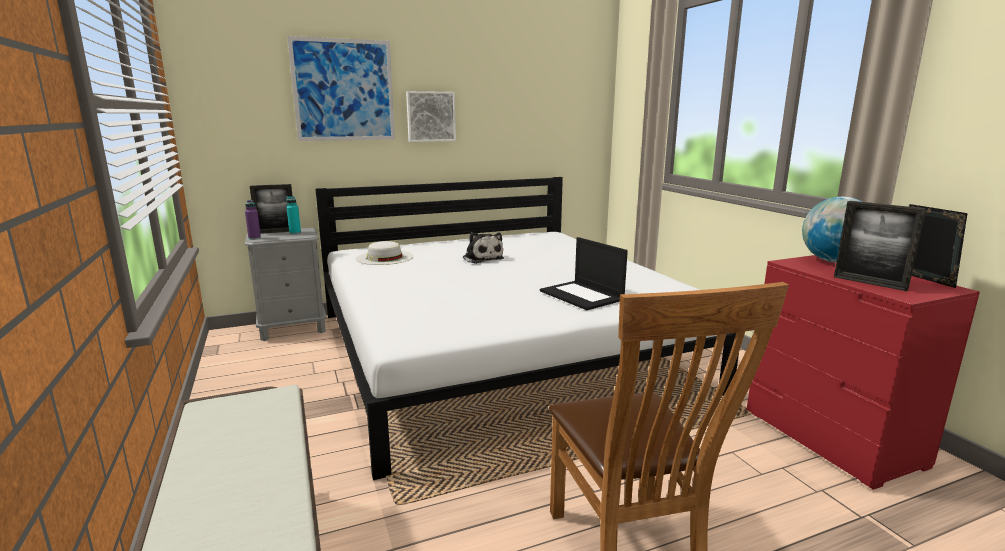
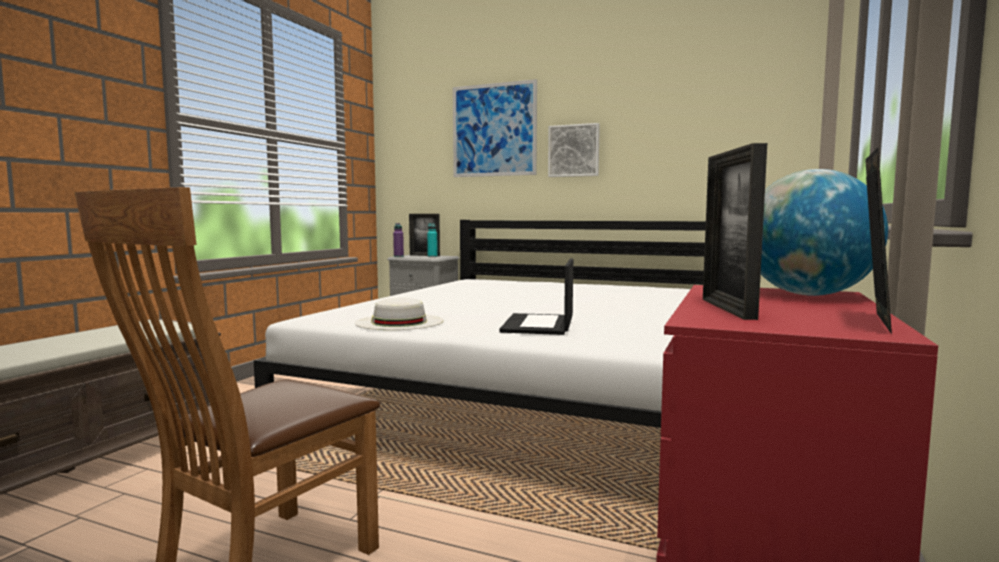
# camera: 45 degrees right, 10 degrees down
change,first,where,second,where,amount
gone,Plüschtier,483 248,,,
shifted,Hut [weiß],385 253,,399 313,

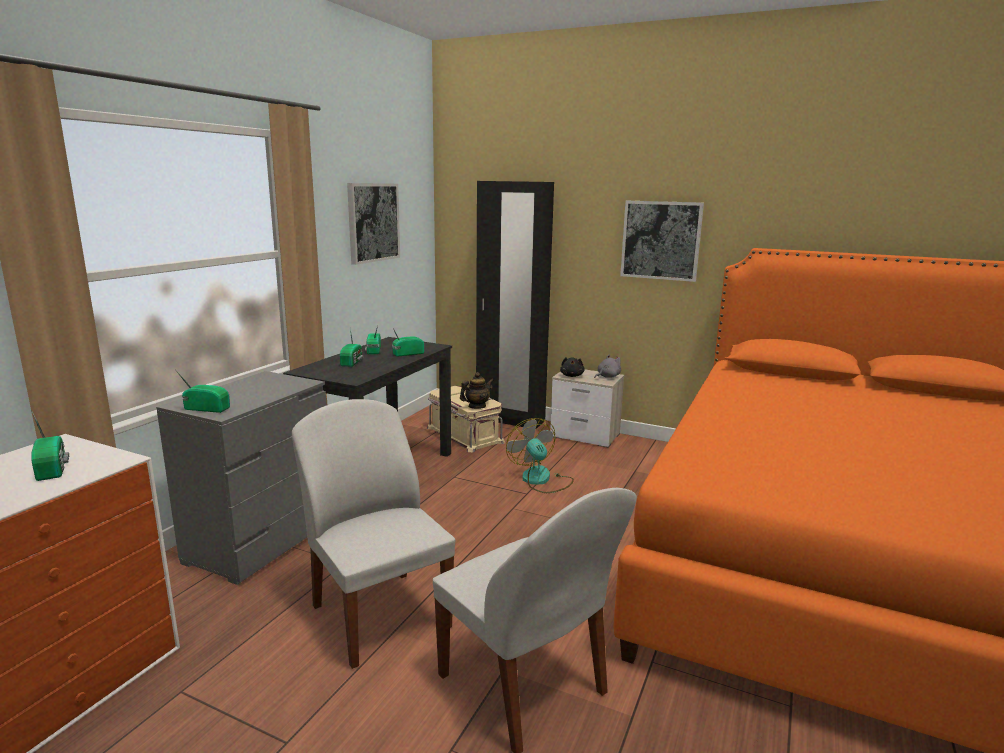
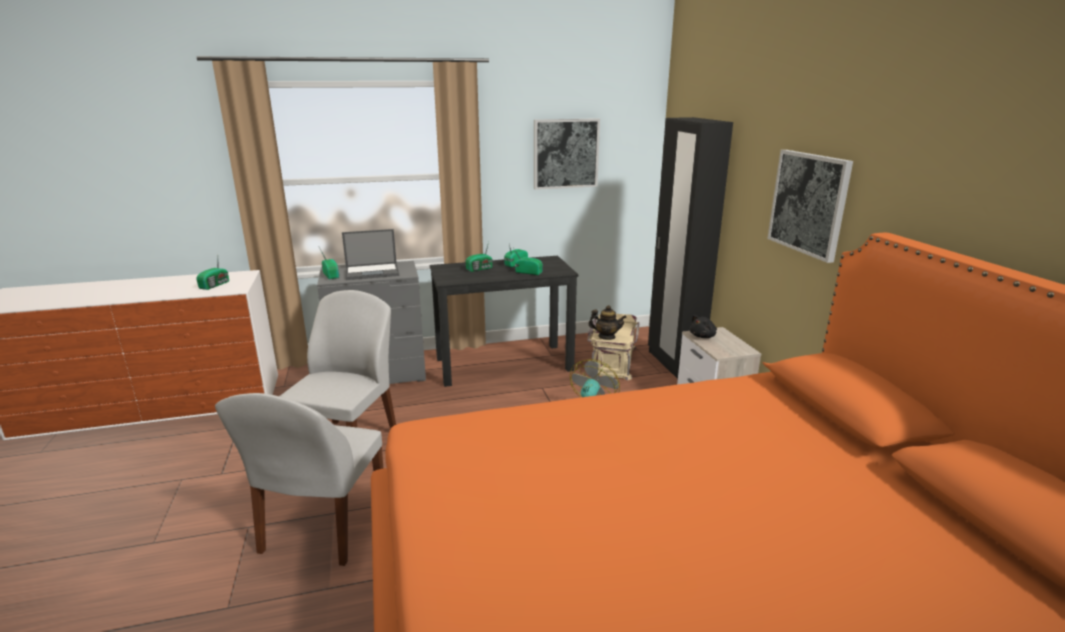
# camera: 50 degrees right, 5 degrees up
change,first,where,second,where,amount
gone,Plüschtier [grau],607 366,,,
new,,,Laptop,370 254,

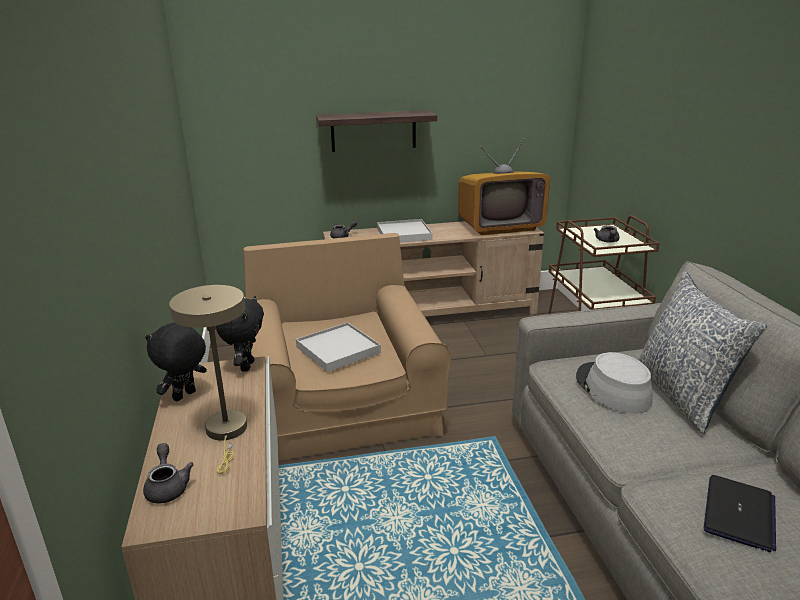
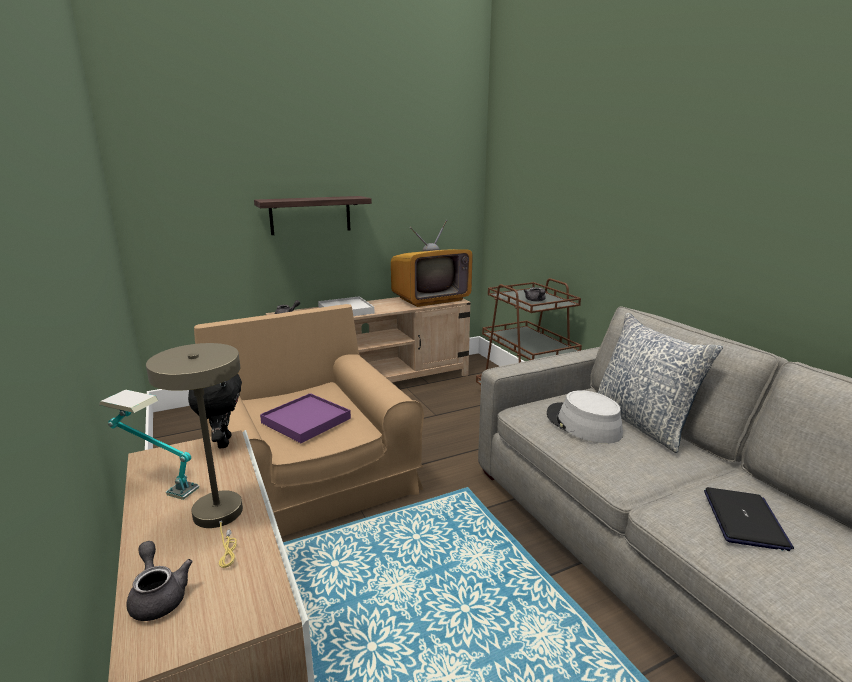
# camera: 15 degrees left, 5 degrees down
change,first,where,second,where,amount
repainted,Tablett [weiß],338 347,Tablett [lila],305 418,
swapped,Plüschtier [schwarz],176 362,Tischlampe,149 445,

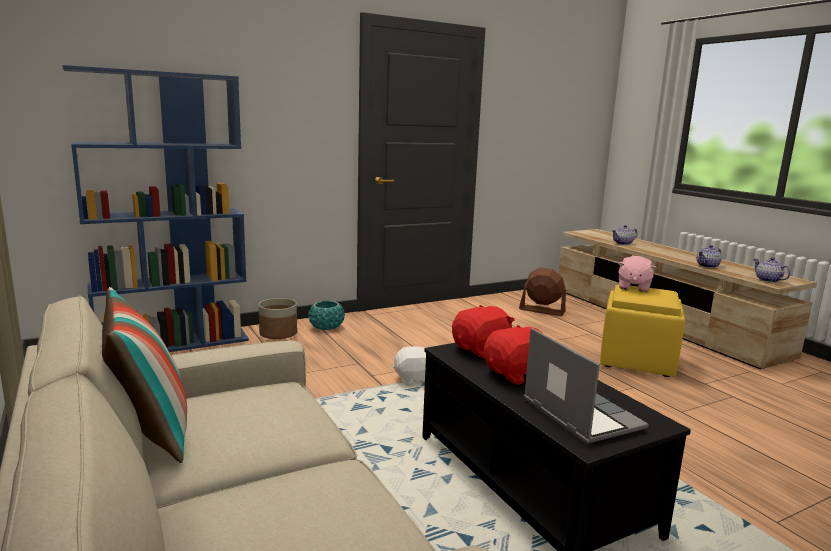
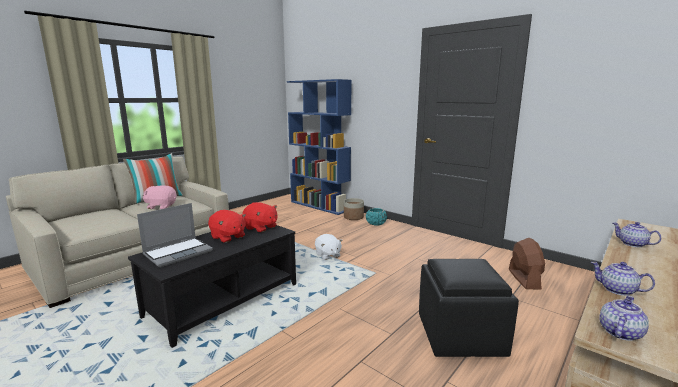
# camera: 70 degrees right, 0 degrees up
change,first,where,second,where,amount
shifted,Plüschtier [rosa],637 274,,160 197,
repainted,Polsterhocker [gelb],642 331,Polsterhocker [schwarz],469 308,

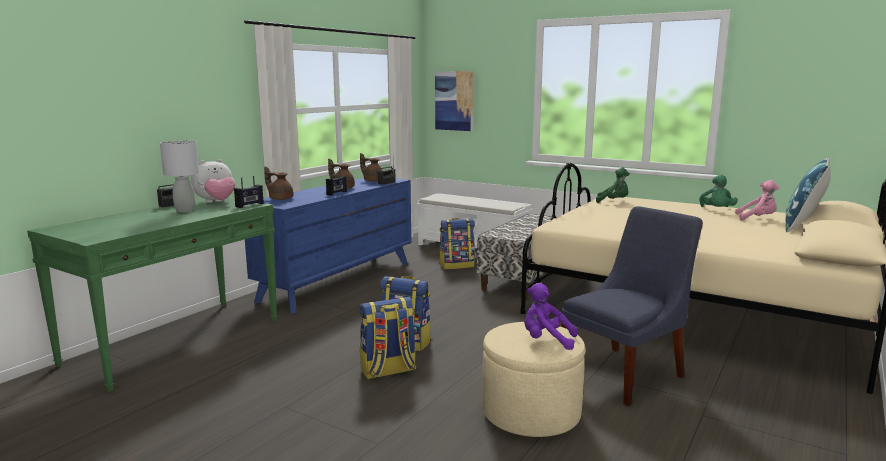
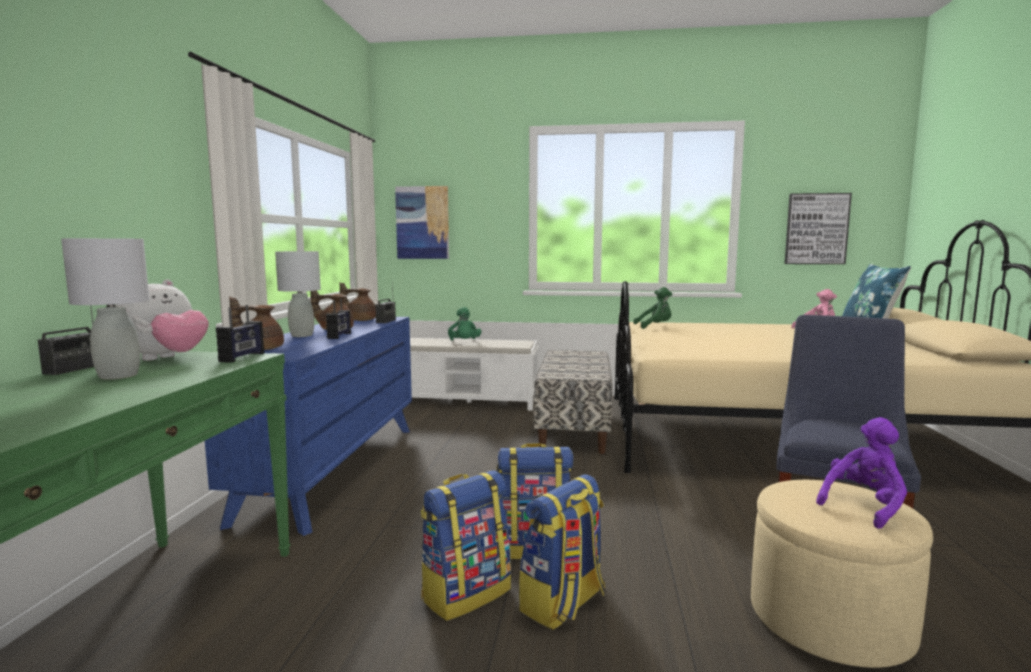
# camera: 25 degrees left, 5 degrees down
change,first,where,second,where,amount
shifted,Plüschtier [grün],718 191,,465 324,
shifted,Rucksack,457 243,,466 545,
rotated,Plüschtier [lila],551 316,,861 473,150 degrees clockwise
new,,,Bild,818 228,
new,,,Tischlampe [grau],298 294,

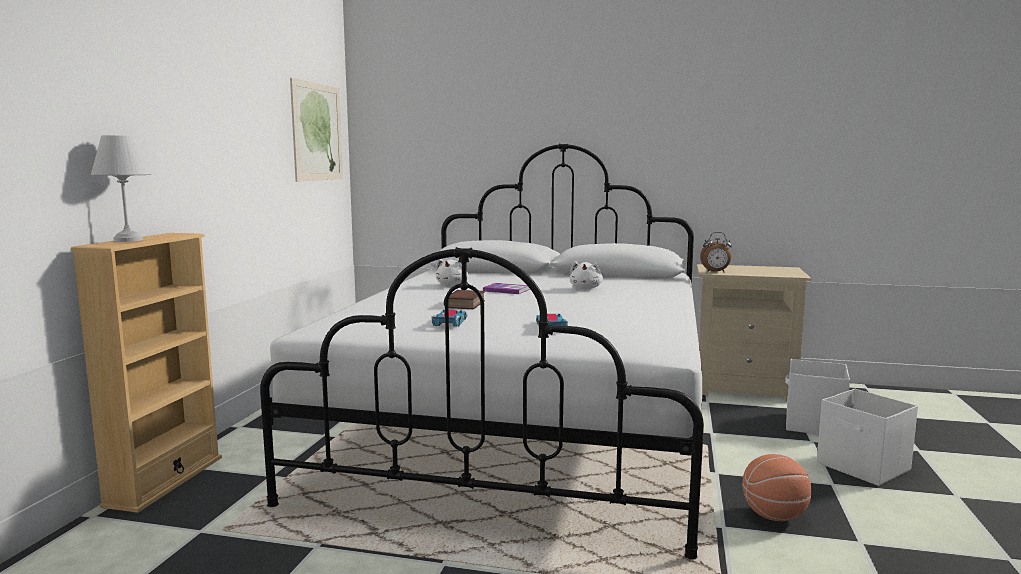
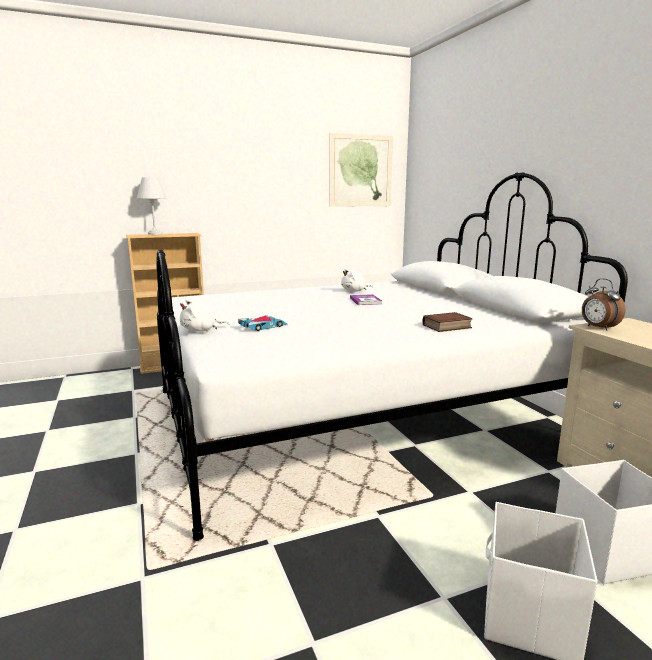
# camera: 55 degrees right, 5 degrees up
change,first,where,second,where,amount
shifted,Plüschtier [weiß],586 275,,204 315,
shifted,Buch,464 299,,448 322,
gone,Spielzeugauto,449 318,,,
gone,Basketball,777 487,,,

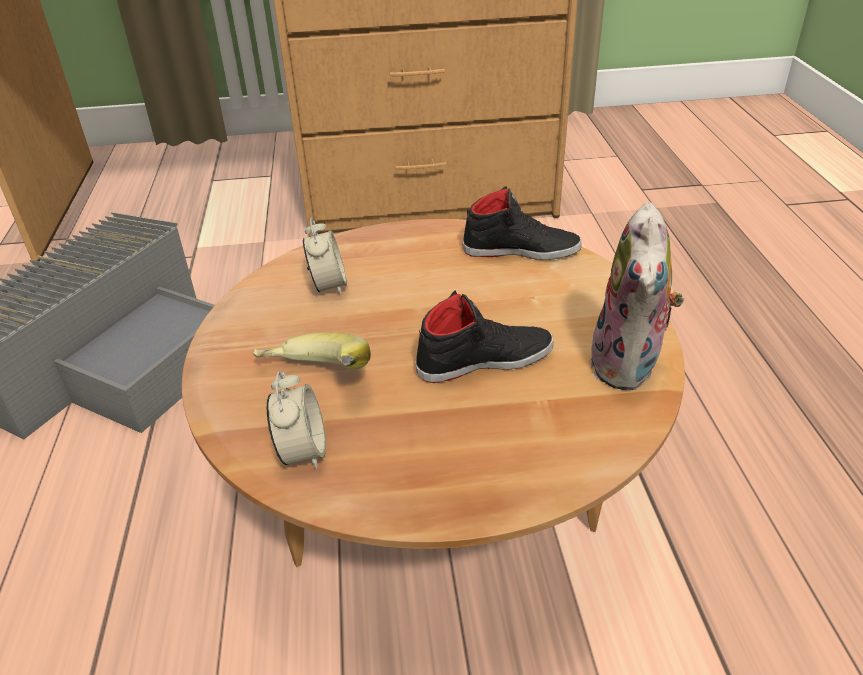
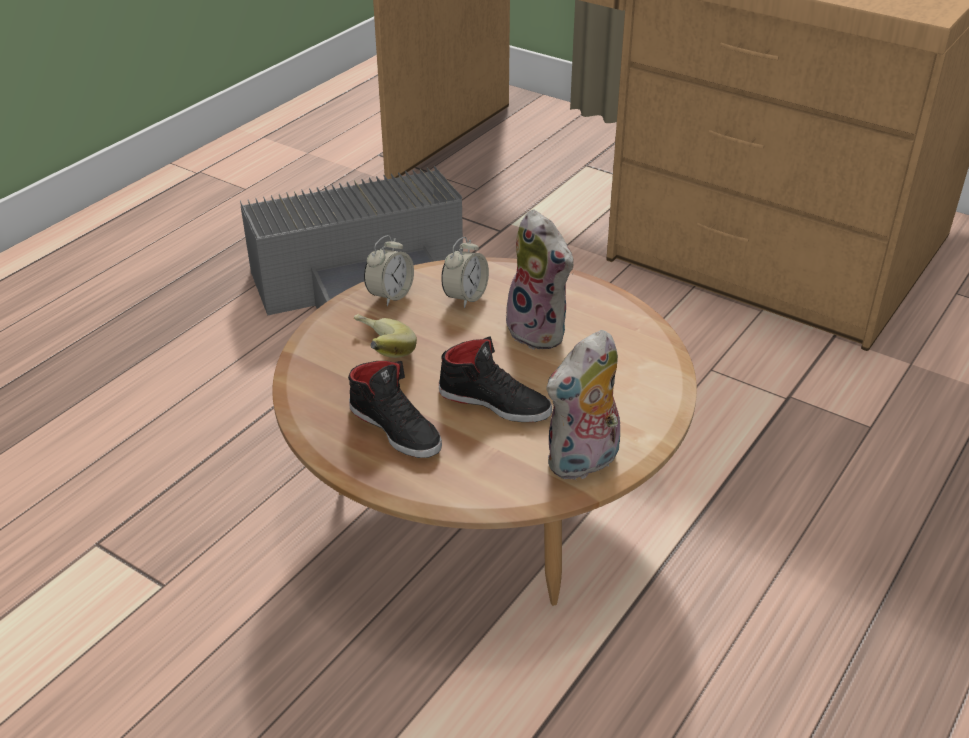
# camera: 40 degrees right, 0 degrees up
change,first,where,second,where,amount
shifted,Schuh [schwarz],522 223,,395 409,
shifted,Wecker,296 420,,389 270,
new,,,Plüschtier,539 279,

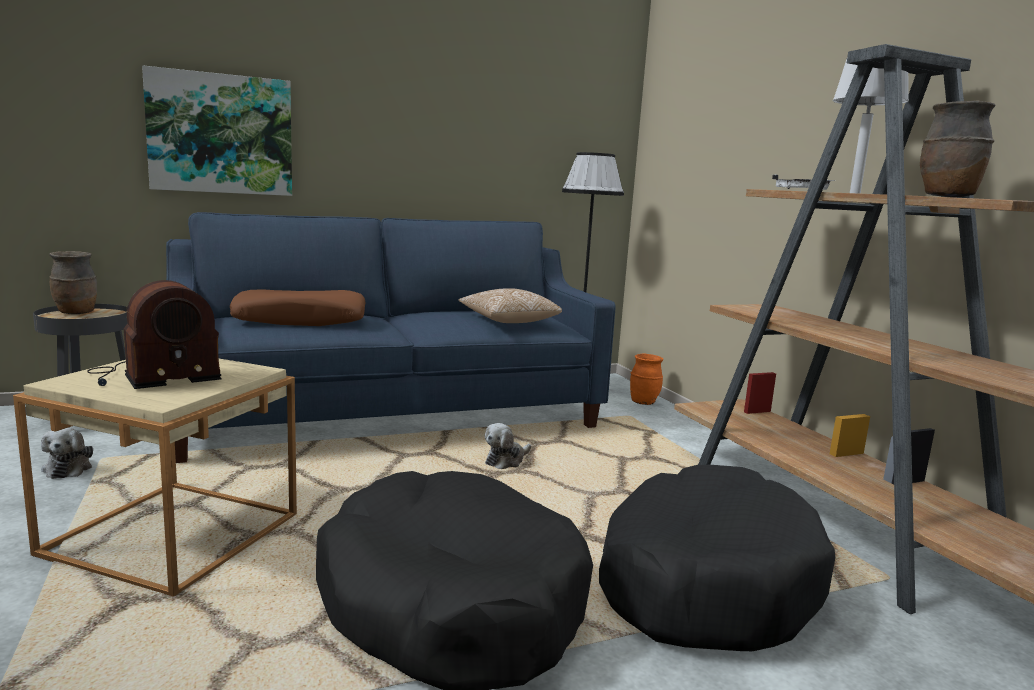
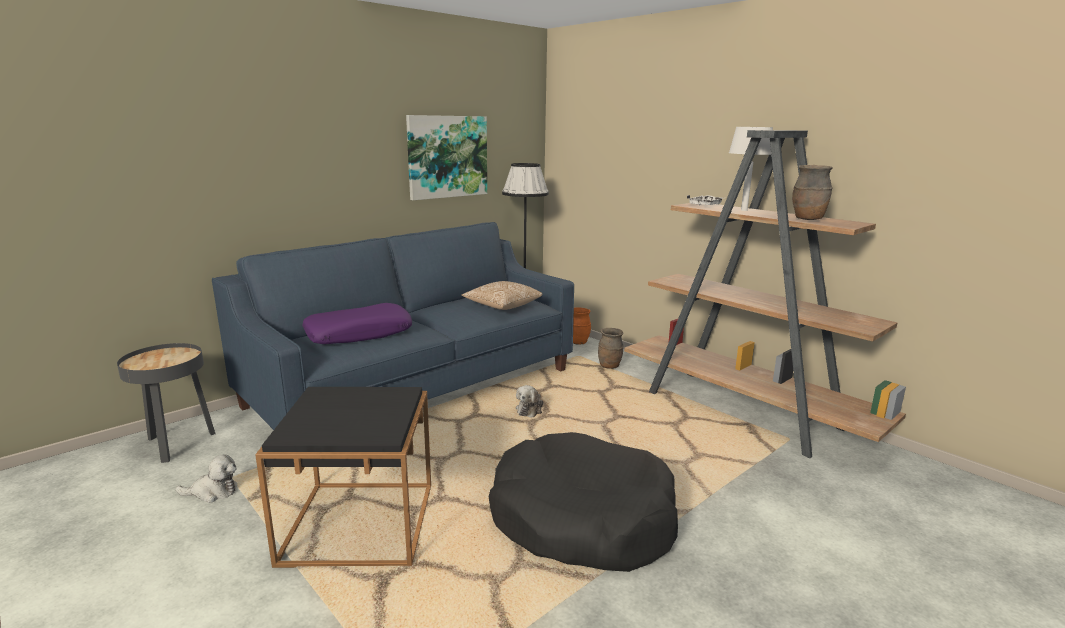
# camera: 20 degrees left, 5 degrees up
change,first,where,second,where,amount
shifted,Bild,217 130,,446 157,
shifted,Vase [braun],73 282,,611 348,
gone,Radio,154 334,,,
repainted,Kissen [braun],298 307,Kissen [lila],357 323,
repainted,Beistelltisch [beige],155 478,Beistelltisch [schwarz],343 477,
rotated,Plüschtier,67 453,,206 478,60 degrees counterclockwise
gone,Hundebett [schwarz],717 558,,,

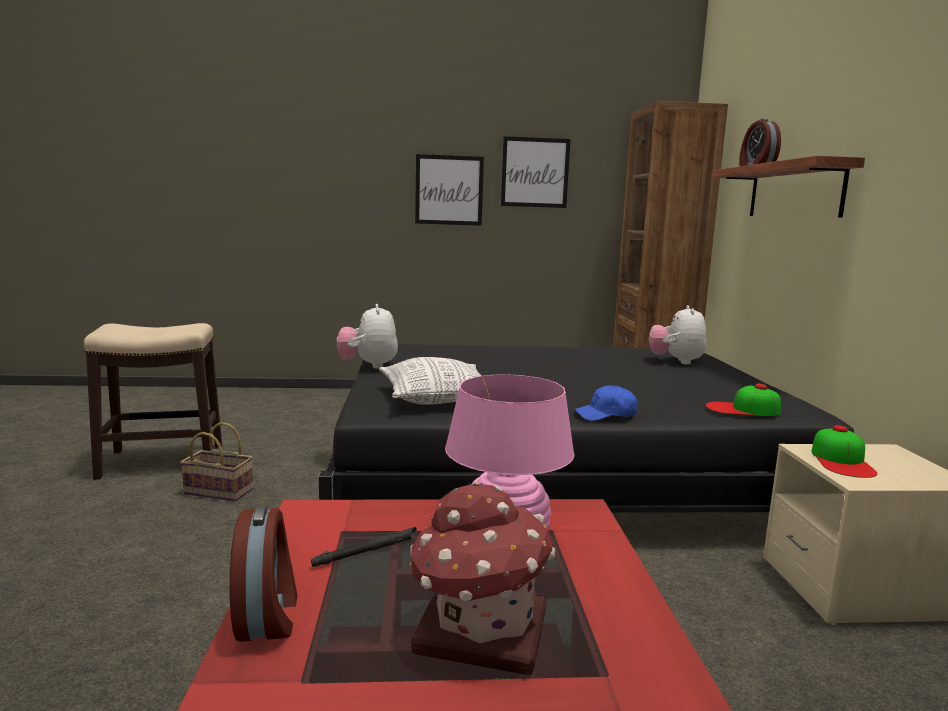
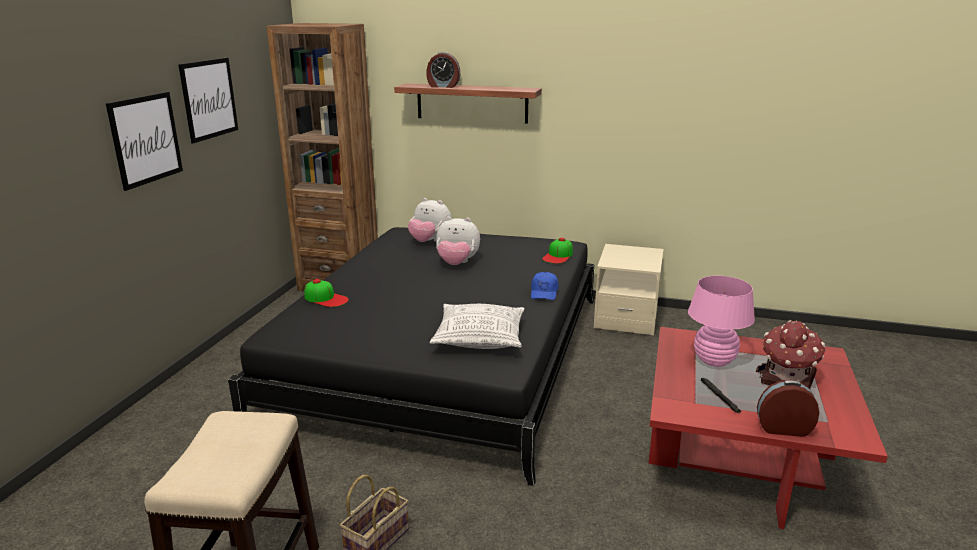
# camera: 70 degrees left, 10 degrees up
change,first,where,second,where,amount
shifted,Plüschtier,367 336,,458 241,
shifted,Kappe,844 451,,326 293,

